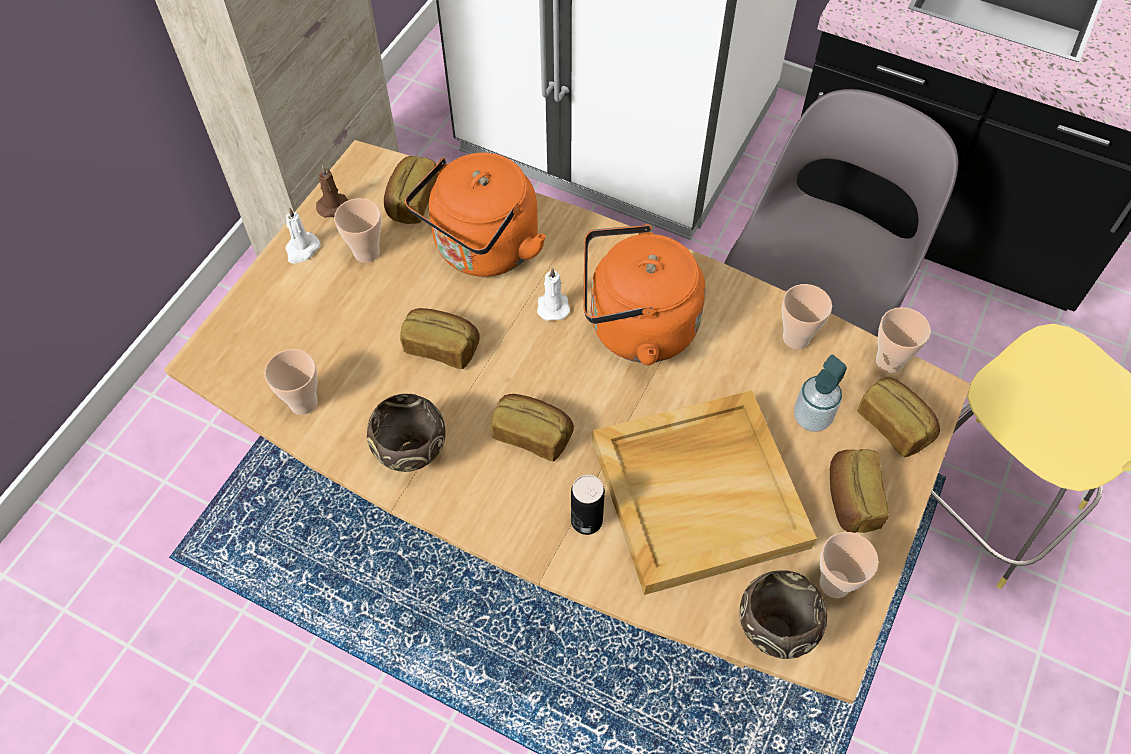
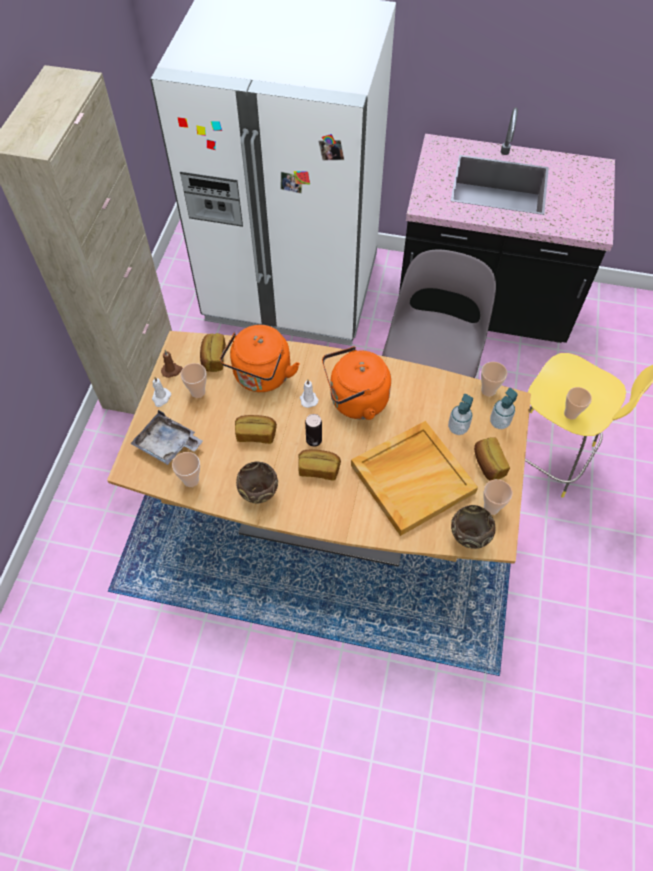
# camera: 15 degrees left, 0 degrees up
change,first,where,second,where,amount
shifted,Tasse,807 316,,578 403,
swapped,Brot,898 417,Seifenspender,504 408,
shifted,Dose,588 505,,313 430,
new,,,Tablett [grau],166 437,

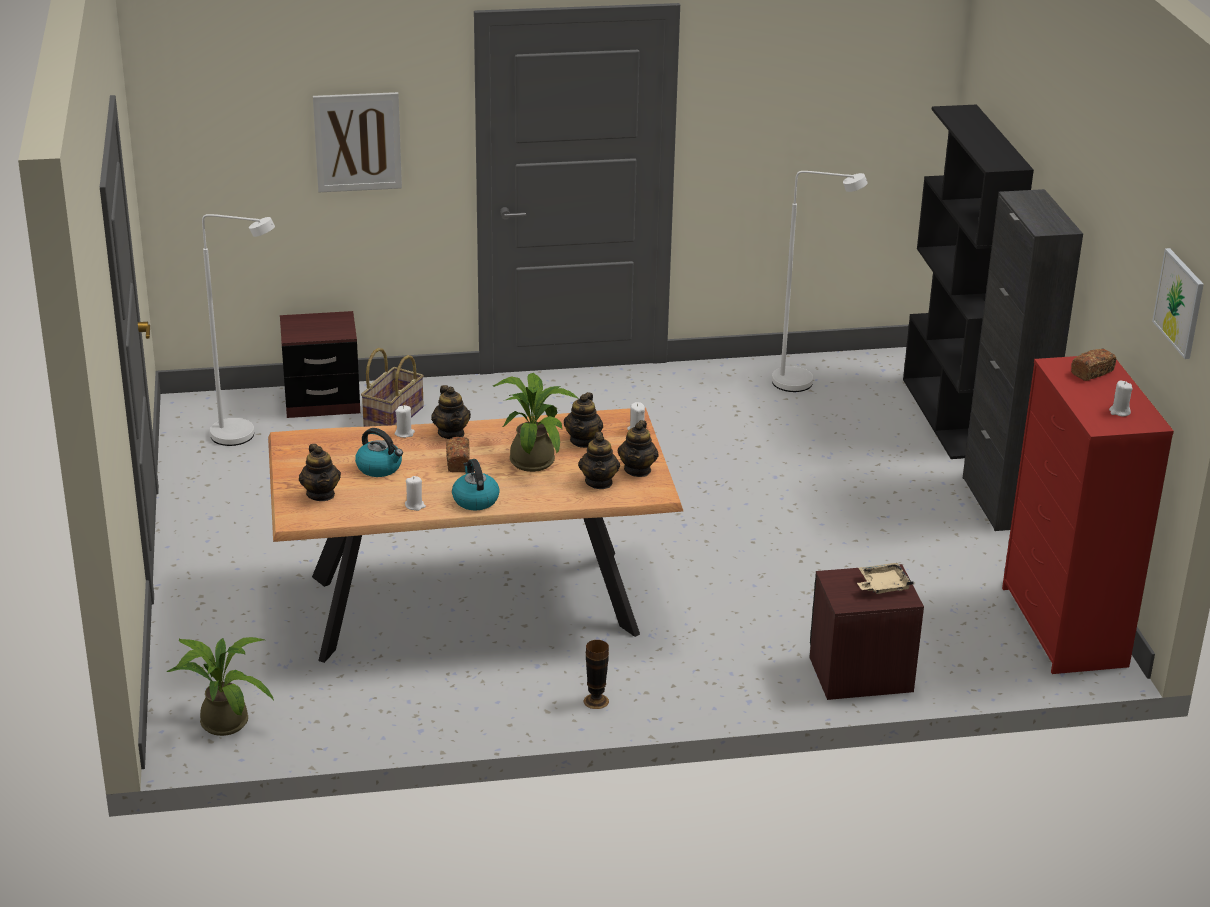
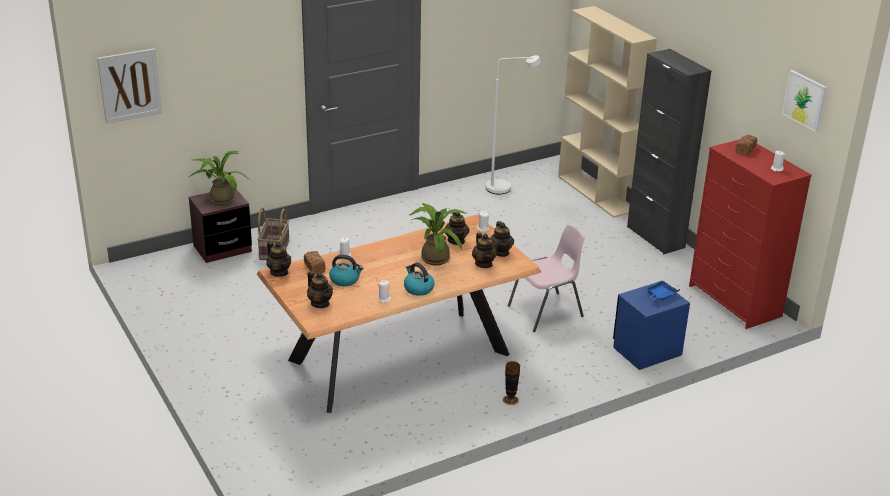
# camera: 20 degrees left, 0 degrees up
change,first,where,second,where,amount
shifted,Bild,357 142,,129 86,
repainted,Bücherregal [schwarz],968 282,Bücherregal [beige],607 112,
gone,Stehlampe [weiß],238 330,,,
shifted,Teekanne,451 412,,278 259,
shifted,Brot,458 454,,315 262,
repainted,Tablett [beige],885 578,Tablett [blau],662 290,
repainted,Nachttisch [braun],866 632,Nachttisch [blau],651 326,
shifted,Topfpflanze,220 686,,219 178,
new,,,Stuhl [rosa],546 278,

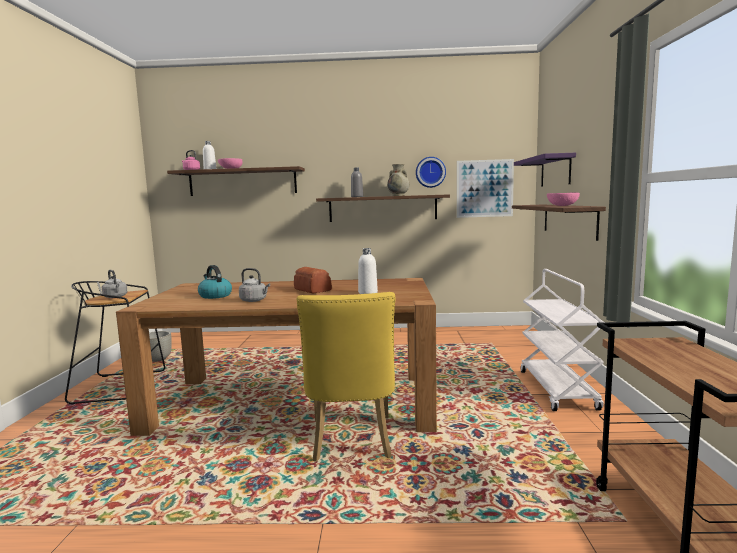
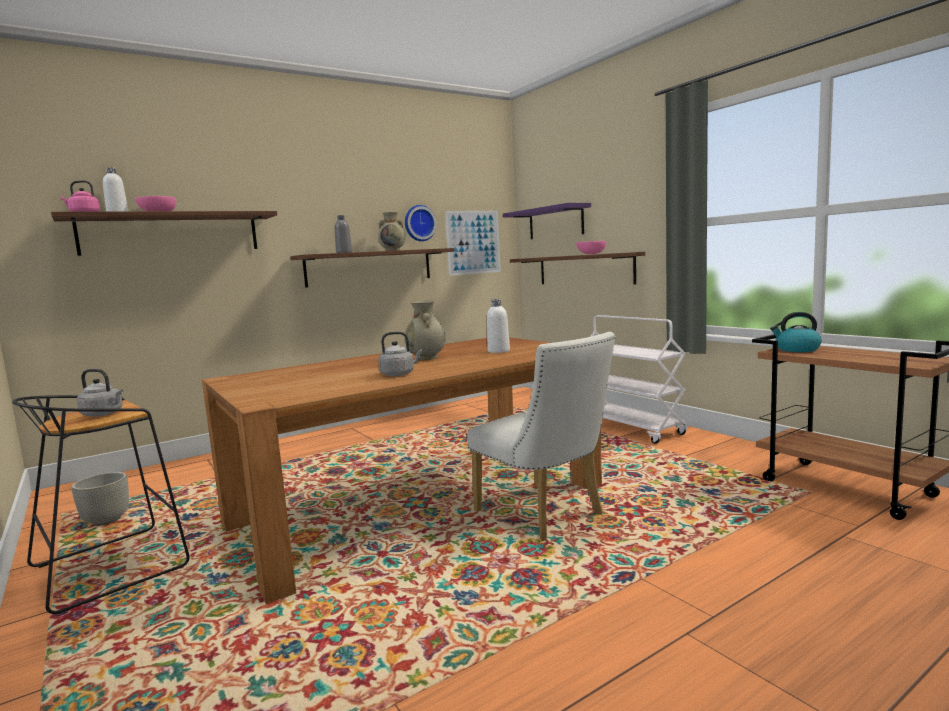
# camera: 35 degrees left, 0 degrees up
change,first,where,second,where,amount
shifted,Wasserkessel,215 282,,796 332,
swapped,Brot,313 280,Vase [beige],425 330,
repainted,Stuhl [gelb],345 377,Stuhl [weiß],541 436,

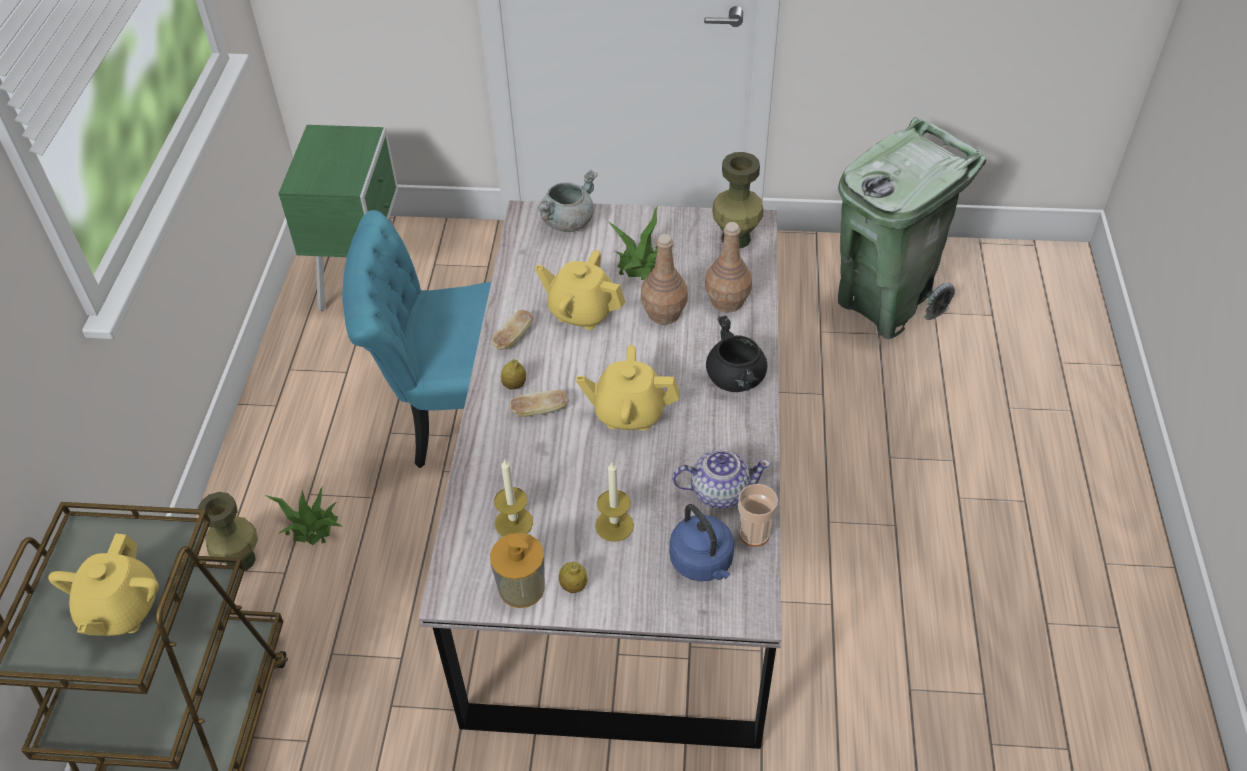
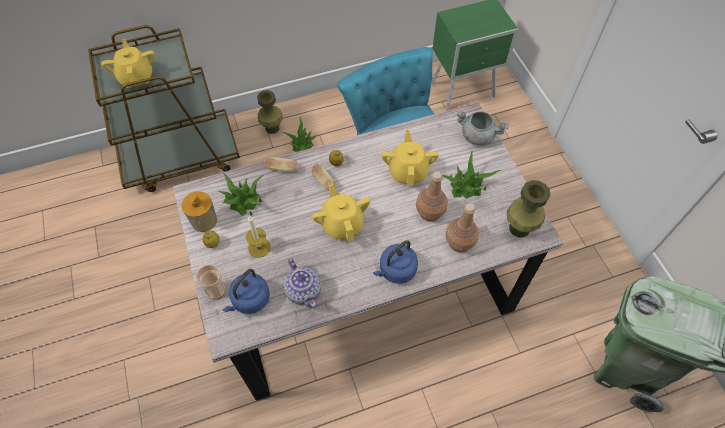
# camera: 65 degrees right, 10 degrees up
change,first,where,second,where,amount
shifted,Brot,512 330,,281 164,
swapped,Kochtopf [schwarz],736 353,Wasserkessel [blau],395 262,
swapped,Kerze,513 498,Topfpflanze,241 194,
shifted,Tasse,758 515,,210 282,
rotated,Teekanne [gelb],103 584,,128 63,90 degrees clockwise

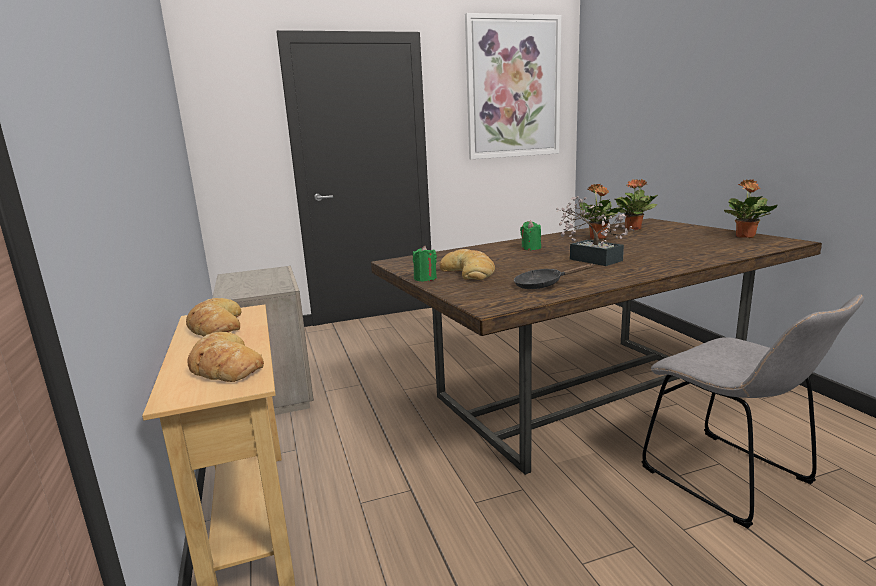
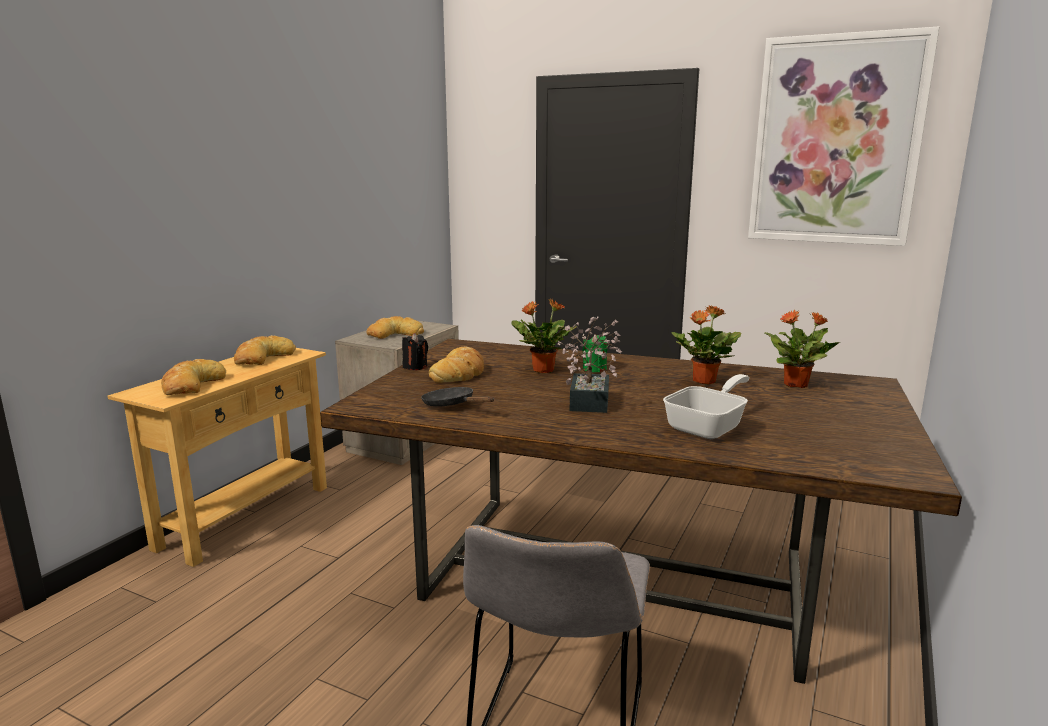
# camera: 45 degrees right, 0 degrees up
change,first,where,second,where,amount
shifted,Topfpflanze,751 208,,544 336,
repainted,Kerze [grün],425 264,Kerze [schwarz],415 351,
new,,,Brot,395 327,
new,,,Pfanne,706 406,

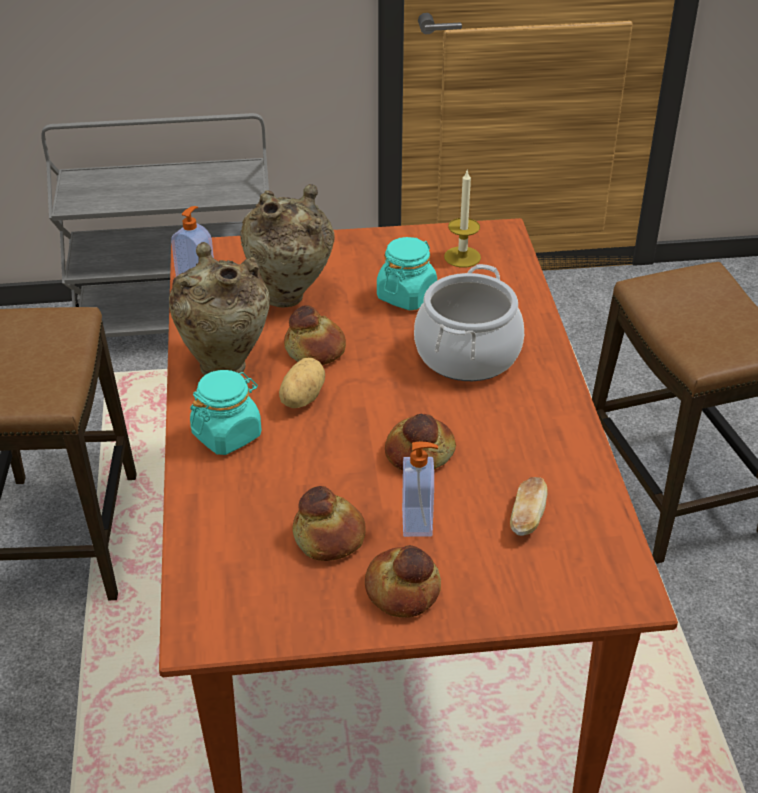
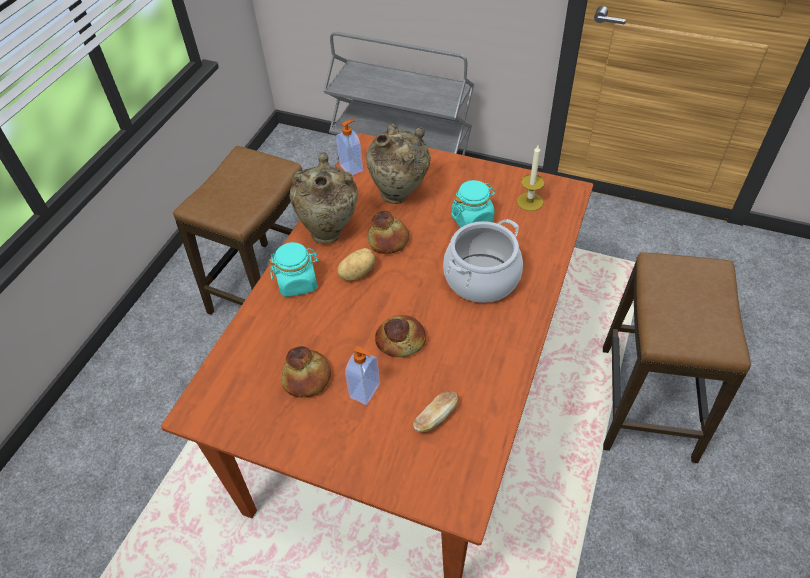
# camera: 30 degrees right, 10 degrees up
change,first,where,second,where,amount
gone,Brot,403 581,,,

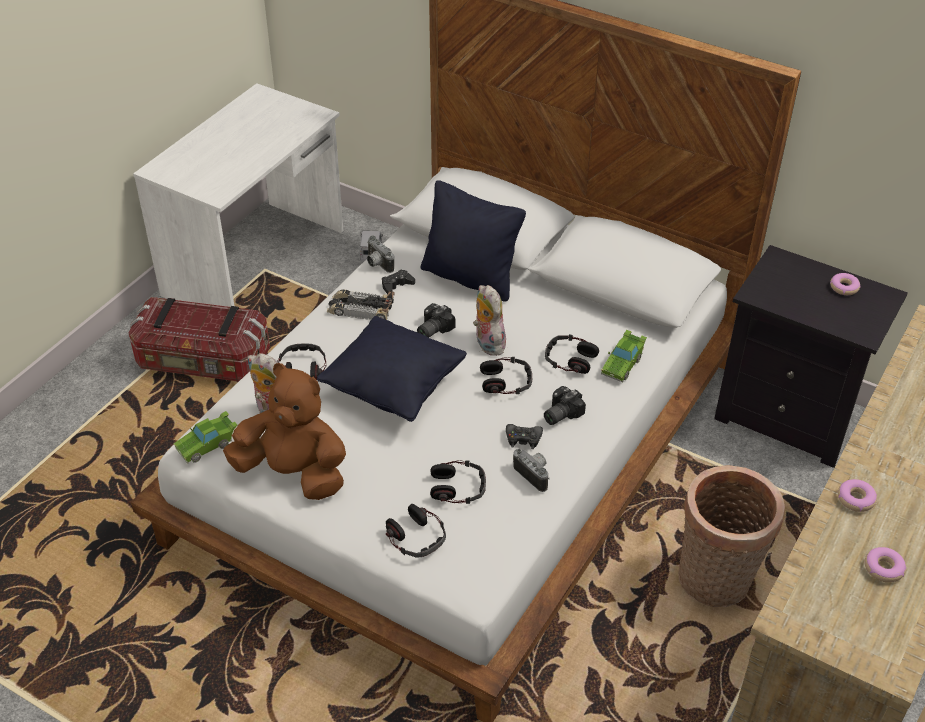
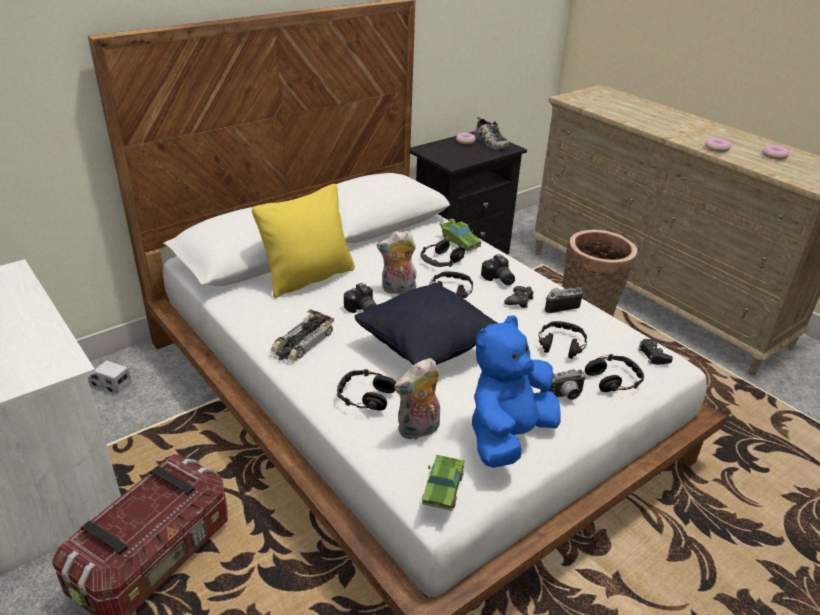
# camera: 70 degrees left, 10 degrees down
change,first,where,second,where,amount
repainted,Kissen [schwarz],473 241,Kissen [gelb],303 241,
shifted,Kamera,380 254,,563 384,
shifted,Gamepad [schwarz],398 281,,655 351,
repainted,Plüschtier [braun],284 431,Plüschtier [blau],516 392,
rotated,Spielzeugauto [grün],205 437,,443 483,150 degrees counterclockwise
new,,,Schuh,491 133,

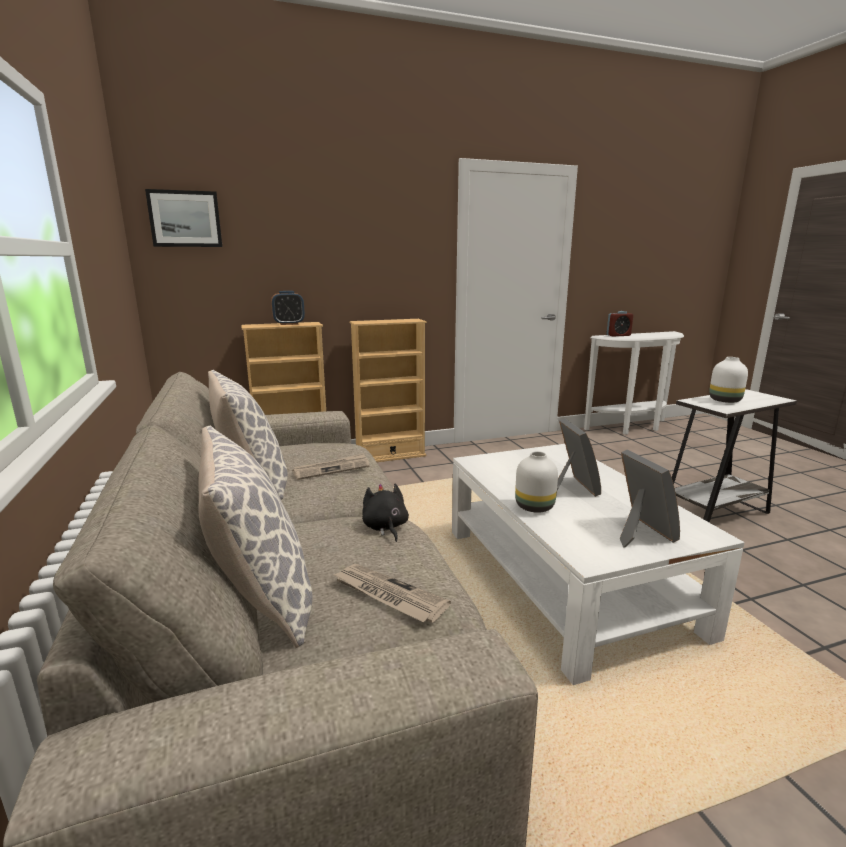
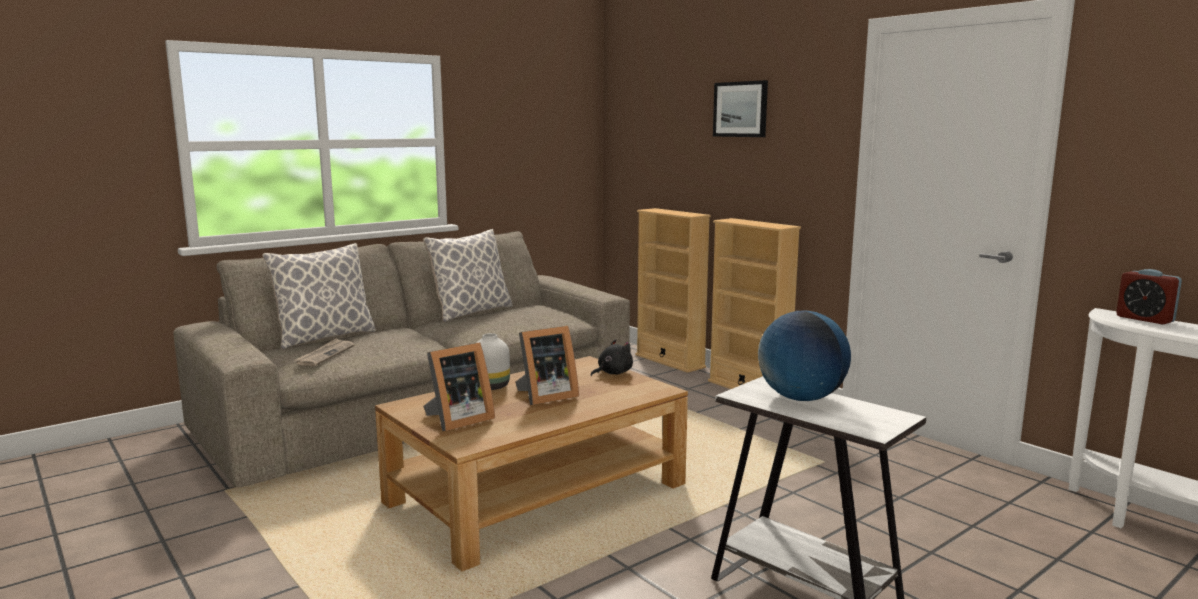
# camera: 70 degrees right, 5 degrees down
change,first,where,second,where,amount
shifted,Bild,183 218,,740 108,
gone,Wecker,288 308,,,
swapped,Vase [weiß],728 380,Globus,804 356,
repainted,Couchtisch [weiß],598 564,Couchtisch [braun],531 464,
gone,Zeitung,330 466,,,
shifted,Plüschtier [schwarz],385 512,,612 357,

